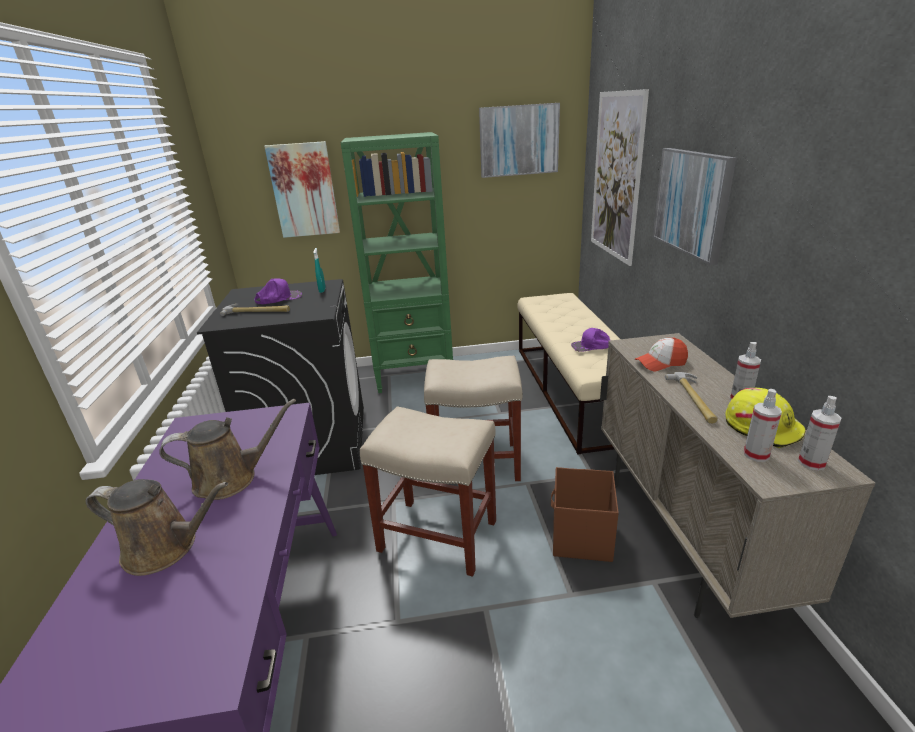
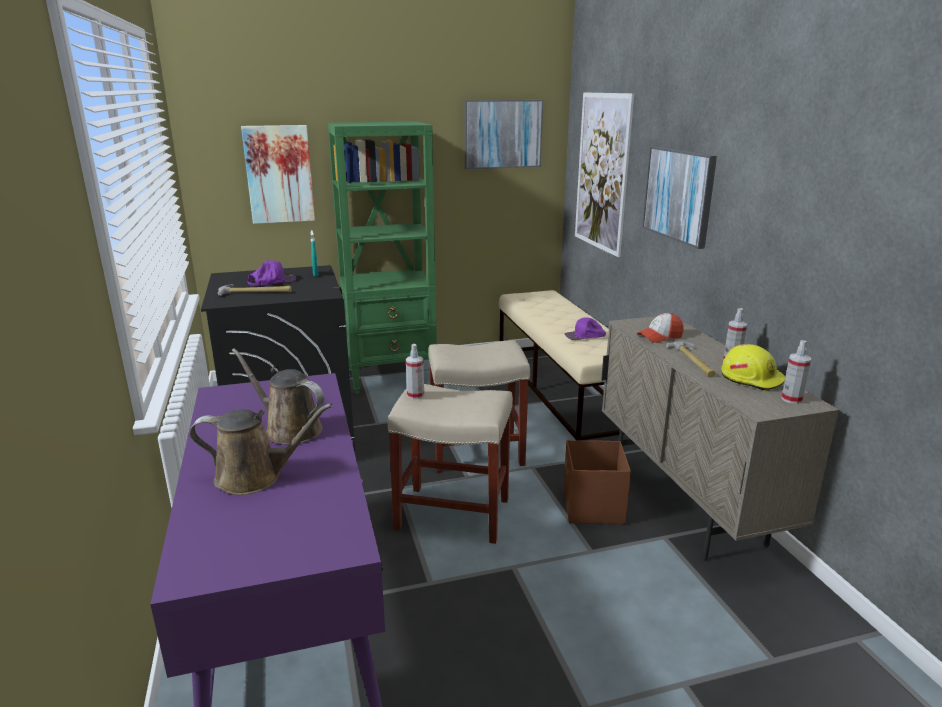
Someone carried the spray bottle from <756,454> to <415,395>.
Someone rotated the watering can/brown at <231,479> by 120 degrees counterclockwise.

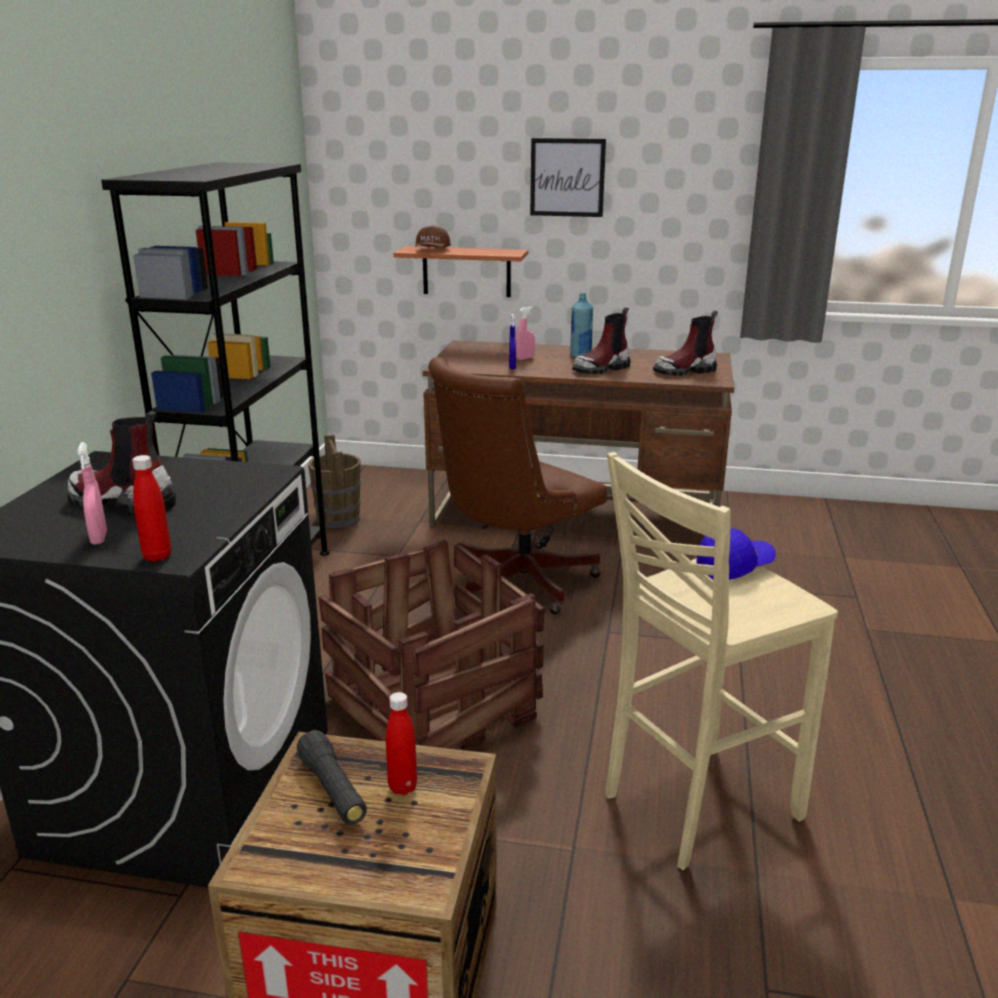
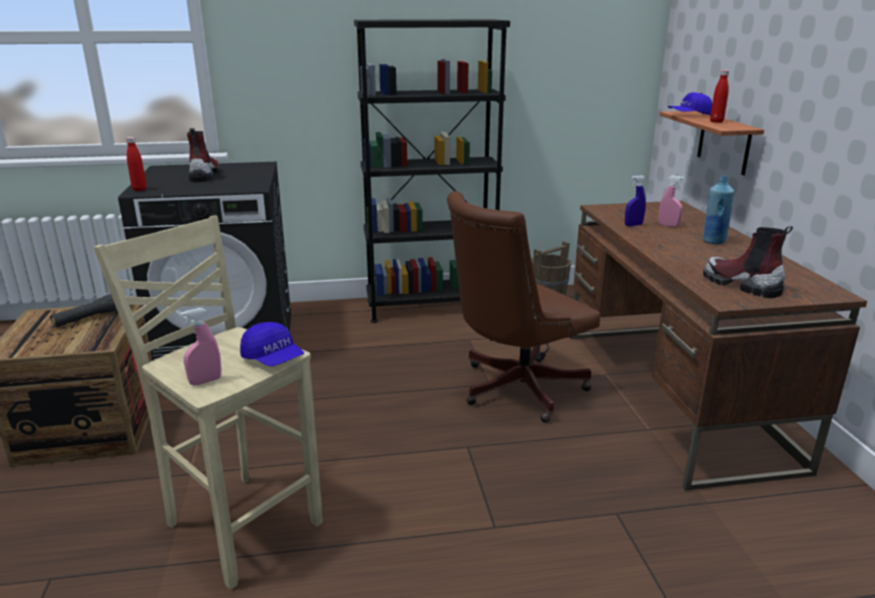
Someone took away the picture at <567,177>.
Someone repainted the cap/brown at <432,250>, which became the cap/blue at <689,115>.
Someone took away the boot at <602,368>.
Someone rotated the office chair/brown at <514,582> by 60 degrees counterclockwise.
Someone carried the spray bottle/pink from <99,538> to <205,381>.
Someone took away the crate at <435,705>.
Someone carried the bottle/red from <402,787> to <716,122>.

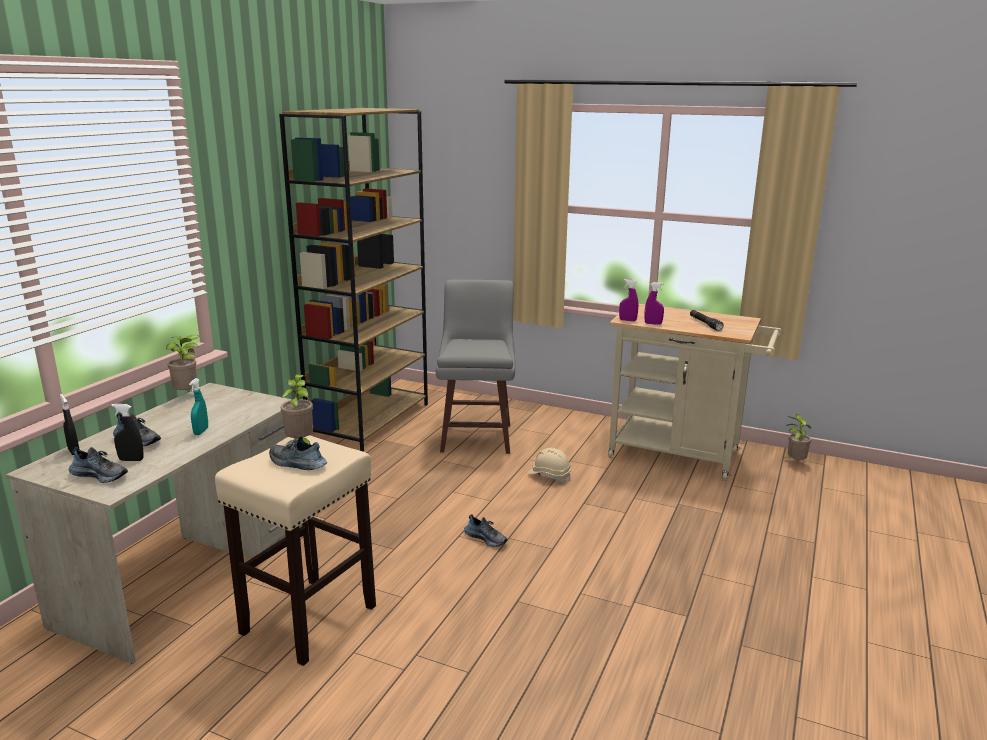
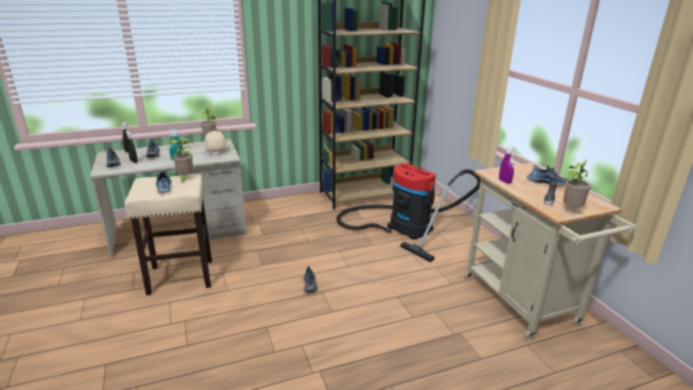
Someone took away the spray bottle/purple at <627,320>.
Someone swapped the stool/grey at <477,437> for the vacuum cleaner at <405,227>.
Someone carried the potted plant from <794,462> to <570,210>.
Someone carried the hard hat/beige from <549,475> to <216,150>.
Someone put down the shoe at <547,182>.

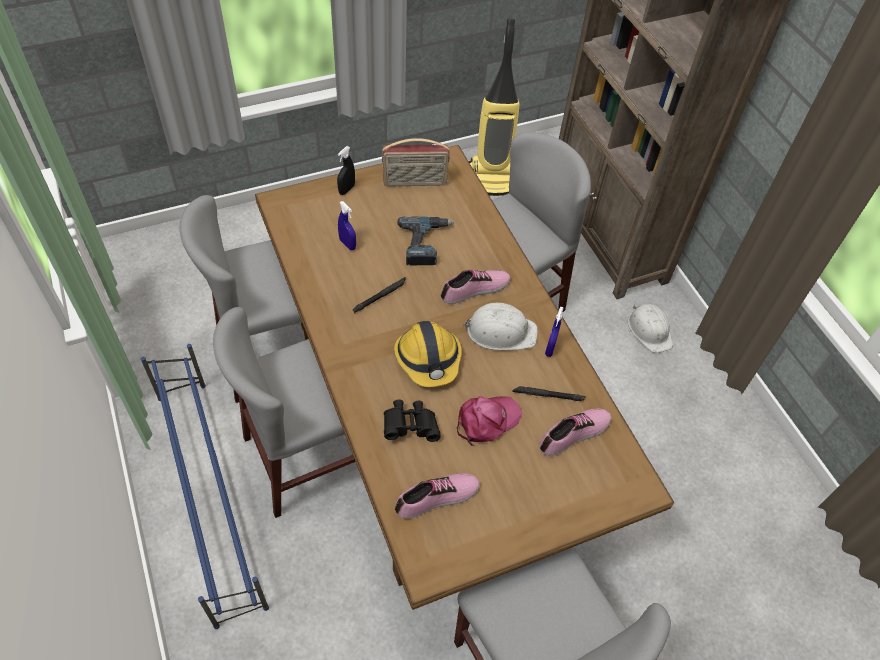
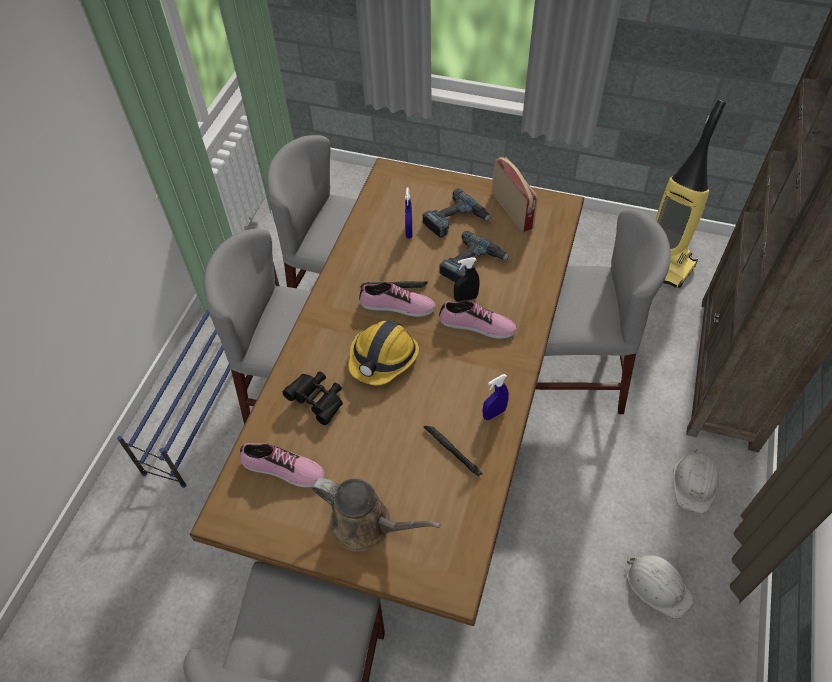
Someone rotated the radio at <415,182> by 150 degrees counterclockwise.
Someone carried the spray bottle/black from <346,189> to <466,298>.
Someone carried the hard hat/white from <500,331> to <657,585>.
Someone took away the cap/pink at <487,420>.
Someone carried the shoe from <574,434> to <397,306>.
Someone put down the power drill at <456,220>.
Someone put down the watering can/brown at <367,525>.

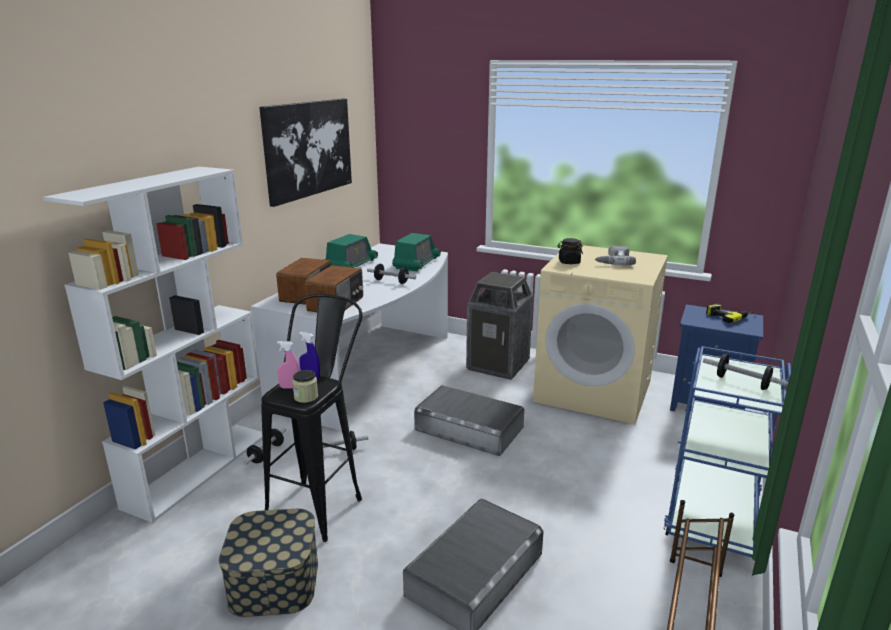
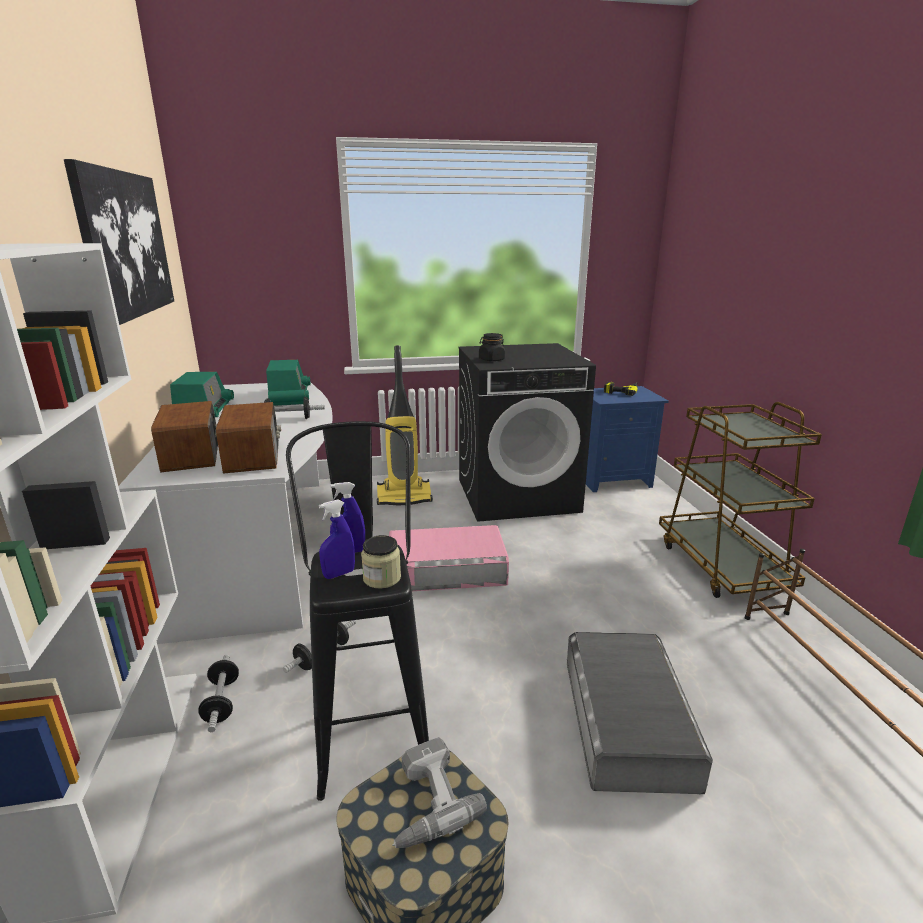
Someone repainted the washing machine/beige at <594,391>, which became the washing machine/black at <518,495>.
Someone carried the power drill from <613,260> to <425,801>.
Someone swapped the trash can at <498,365> for the vacuum cleaner at <404,497>.
Someone repainted the spray bottle/pink at <290,387>, which became the spray bottle/blue at <339,574>.
Someone repainted the cart/blue at <712,514>, which became the cart/brown at <722,565>.
Someone took away the dumbbell at <742,382>.
Someone repainted the storage box/grey at <469,428>, which became the storage box/pink at <446,569>.

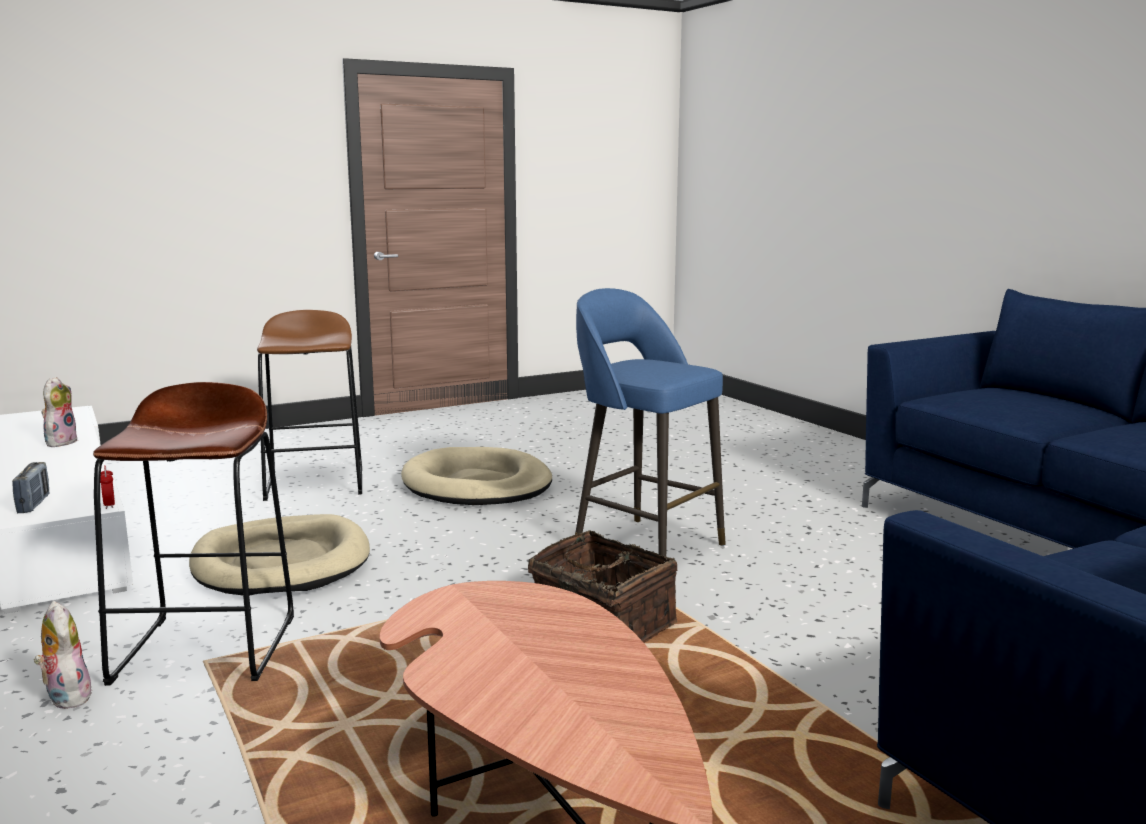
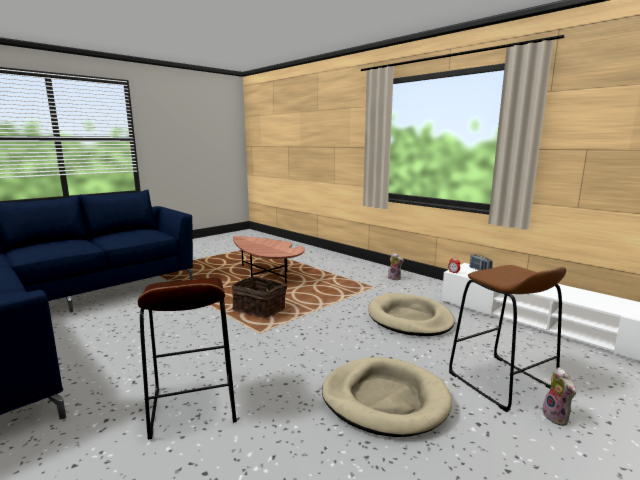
Someone took away the stool/blue at <645,546>.
Someone carried the plush toy from <60,442> to <557,417>.
Someone carried the stool/brown from <207,648> to <193,405>.

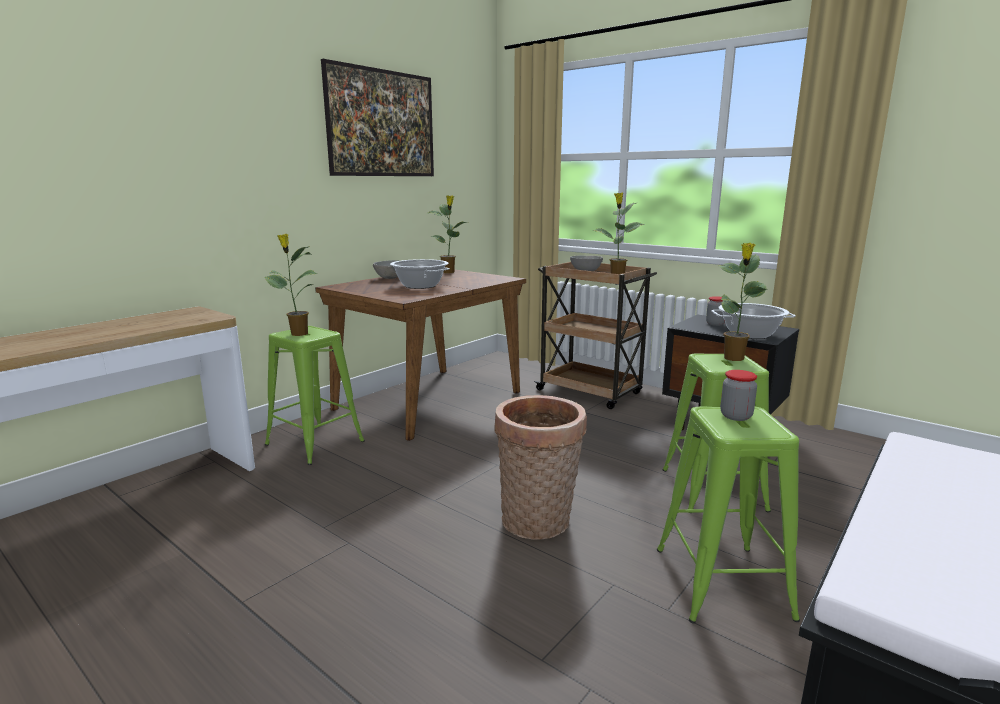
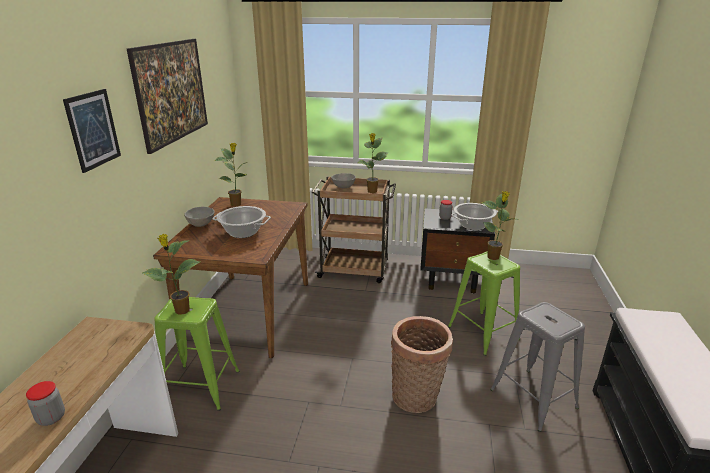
Someone carried the jar from <736,416> to <51,418>.
Someone repainted the stool/green at <721,581>, which became the stool/grey at <532,398>.
Someone put up the picture at <93,129>.

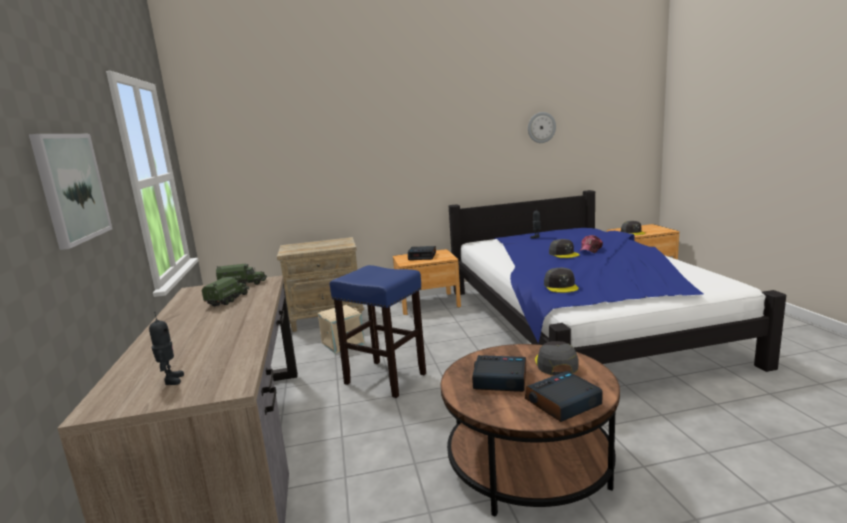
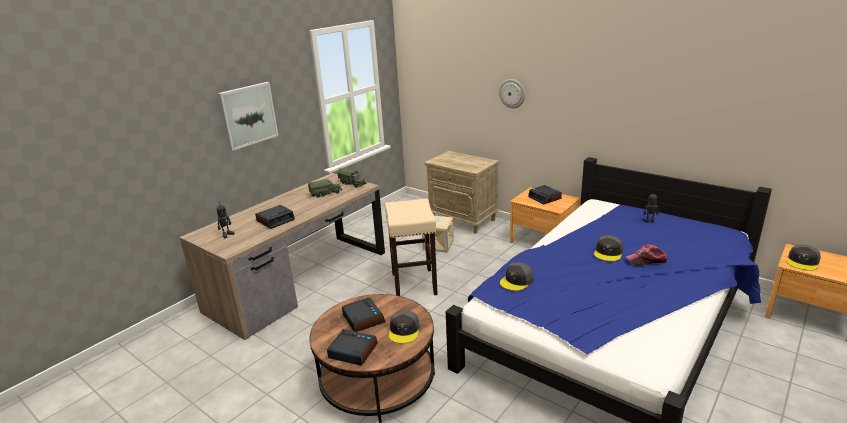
Someone carried the wall clock from <541,127> to <512,93>.
Someone repainted the stool/blue at <386,378>, which became the stool/beige at <414,284>.
Someone rotated the cap/grey at <555,364> by 135 degrees clockwise.
Someone put down the alarm clock at <276,220>.

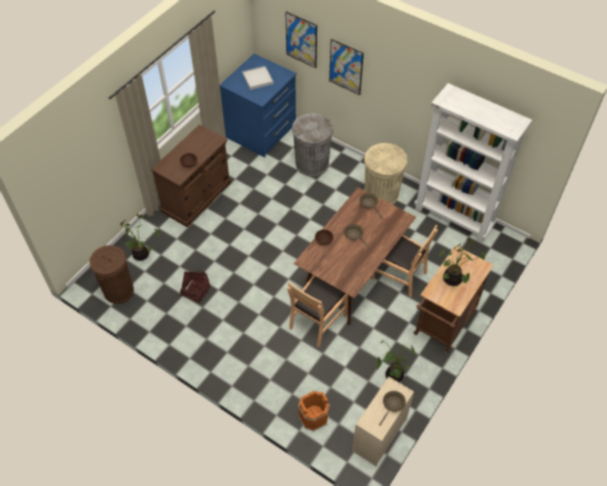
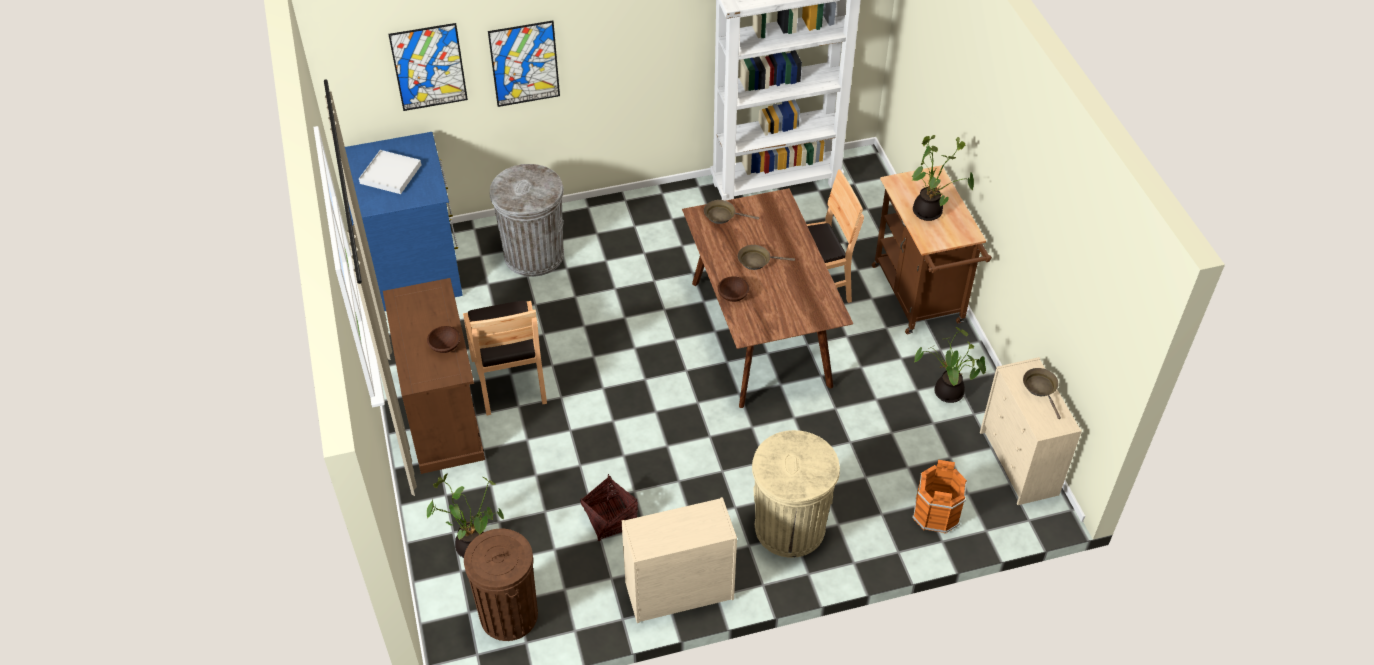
Someone carried the trash can/beige from <381,194> to <789,527>.
Someone carried the chair/brown from <317,320> to <510,379>.
Someone put down the dresser/beige at <678,591>.

